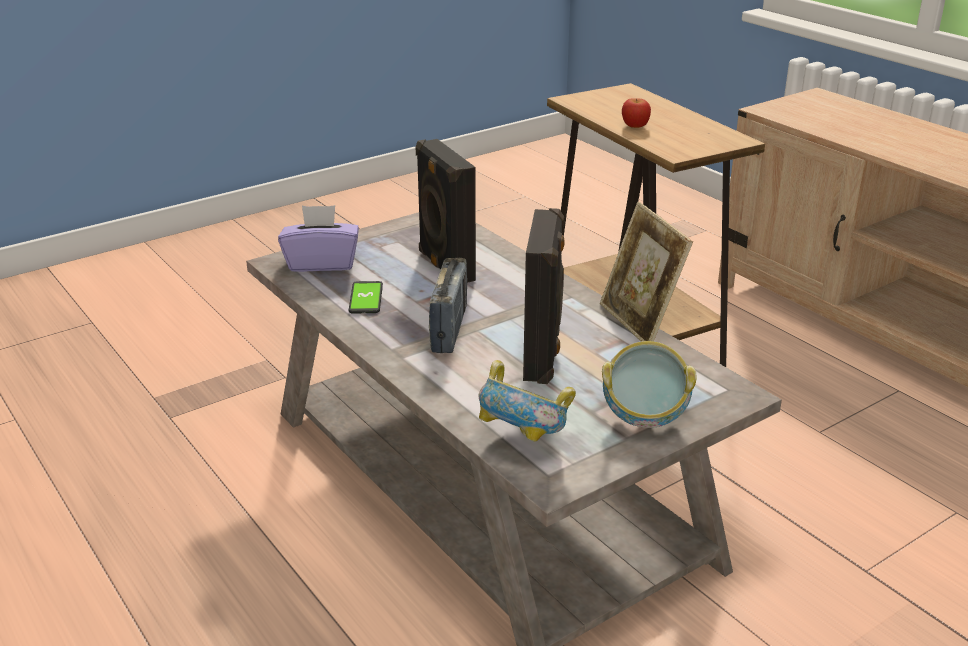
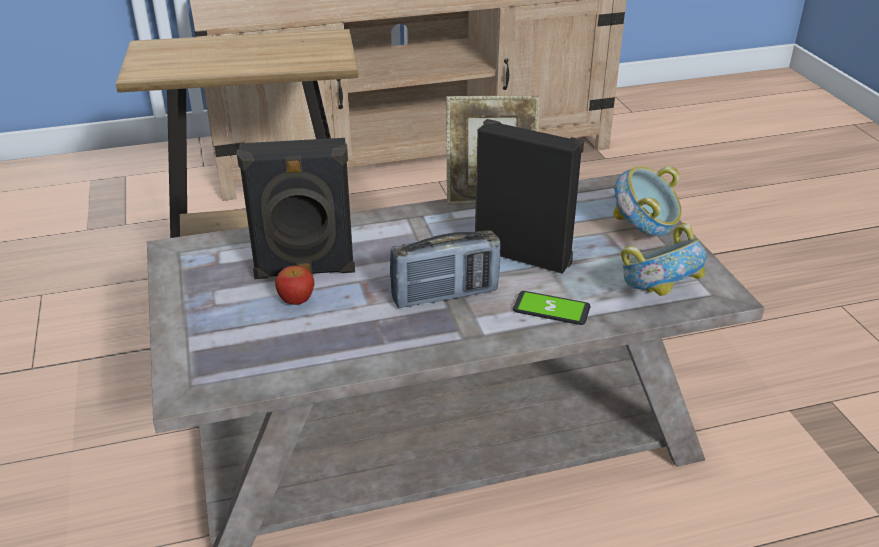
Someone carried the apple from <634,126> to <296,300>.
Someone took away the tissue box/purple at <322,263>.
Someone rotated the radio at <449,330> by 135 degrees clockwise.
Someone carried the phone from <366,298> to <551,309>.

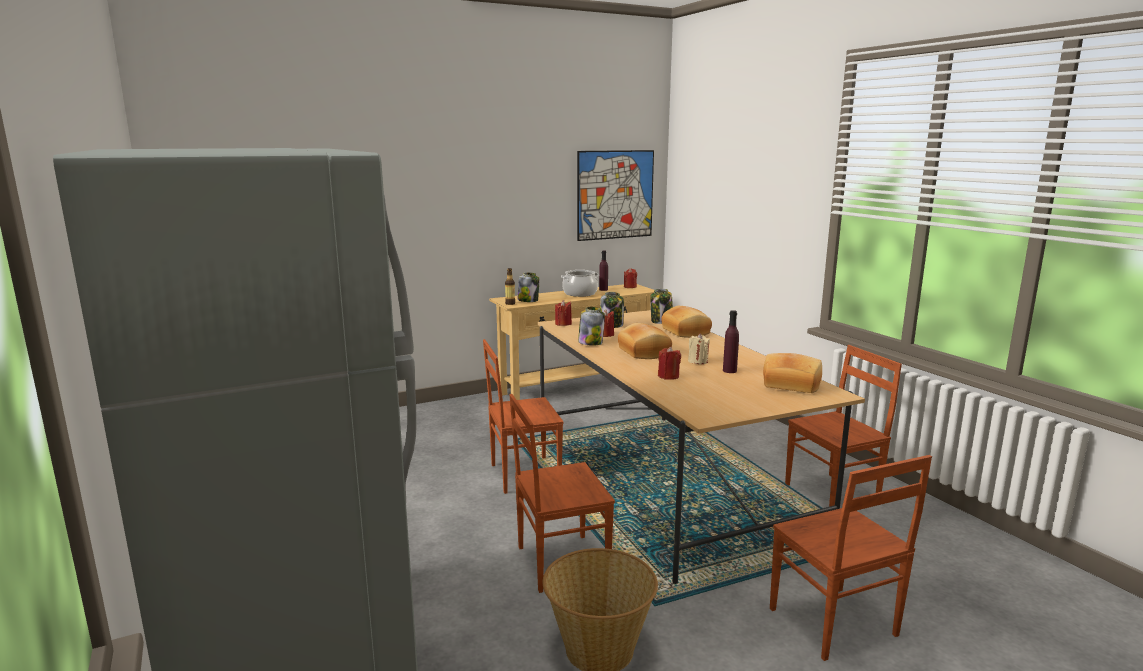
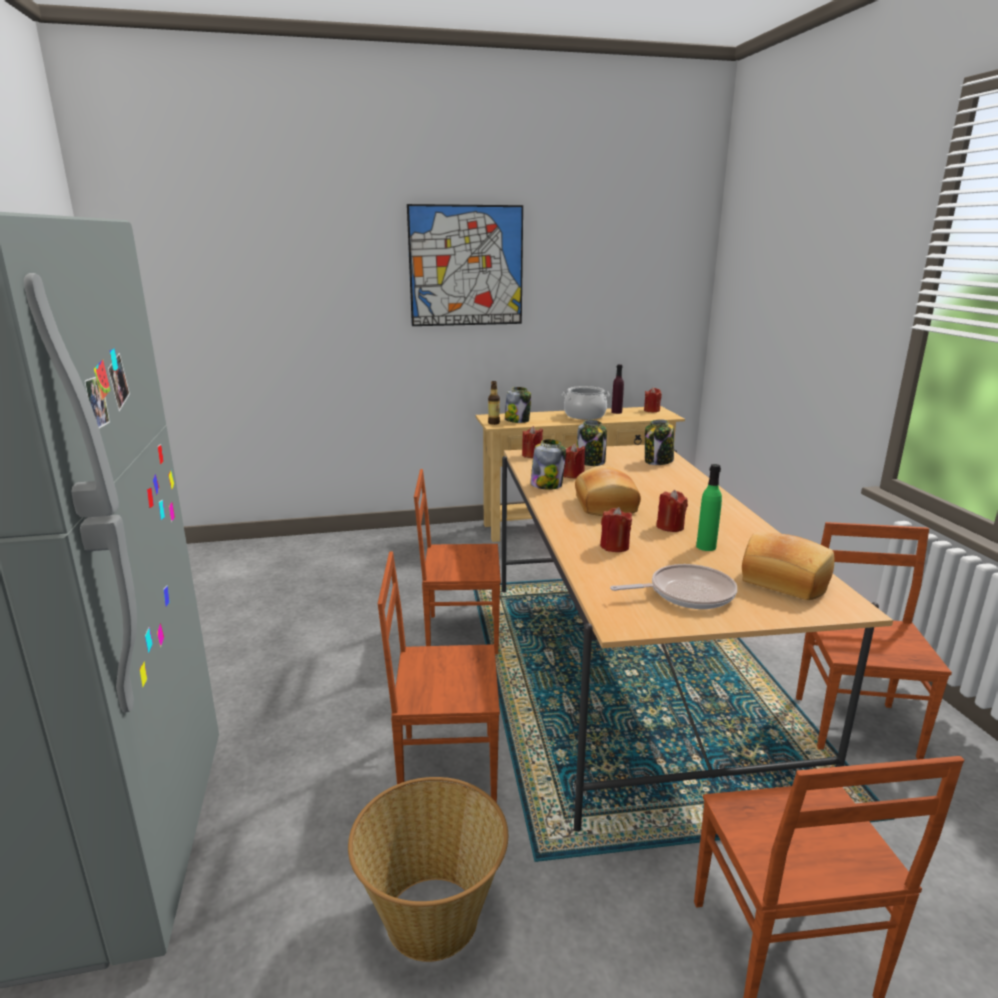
Someone carried the picture from <615,195> to <466,266>.
Someone took away the bread at <687,332>.
Someone repainted the bottle/purple at <729,371>, which became the bottle/green at <706,547>.
Someone repainted the candle/beige at <698,361>, which became the candle/red at <670,527>.
Someone rotated the chair/brown at <833,494> by 75 degrees counterclockwise.
Someone put down the frying pan at <686,593>.

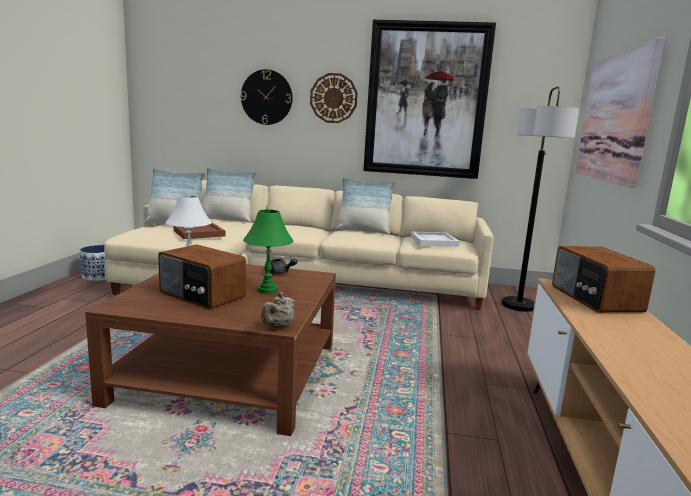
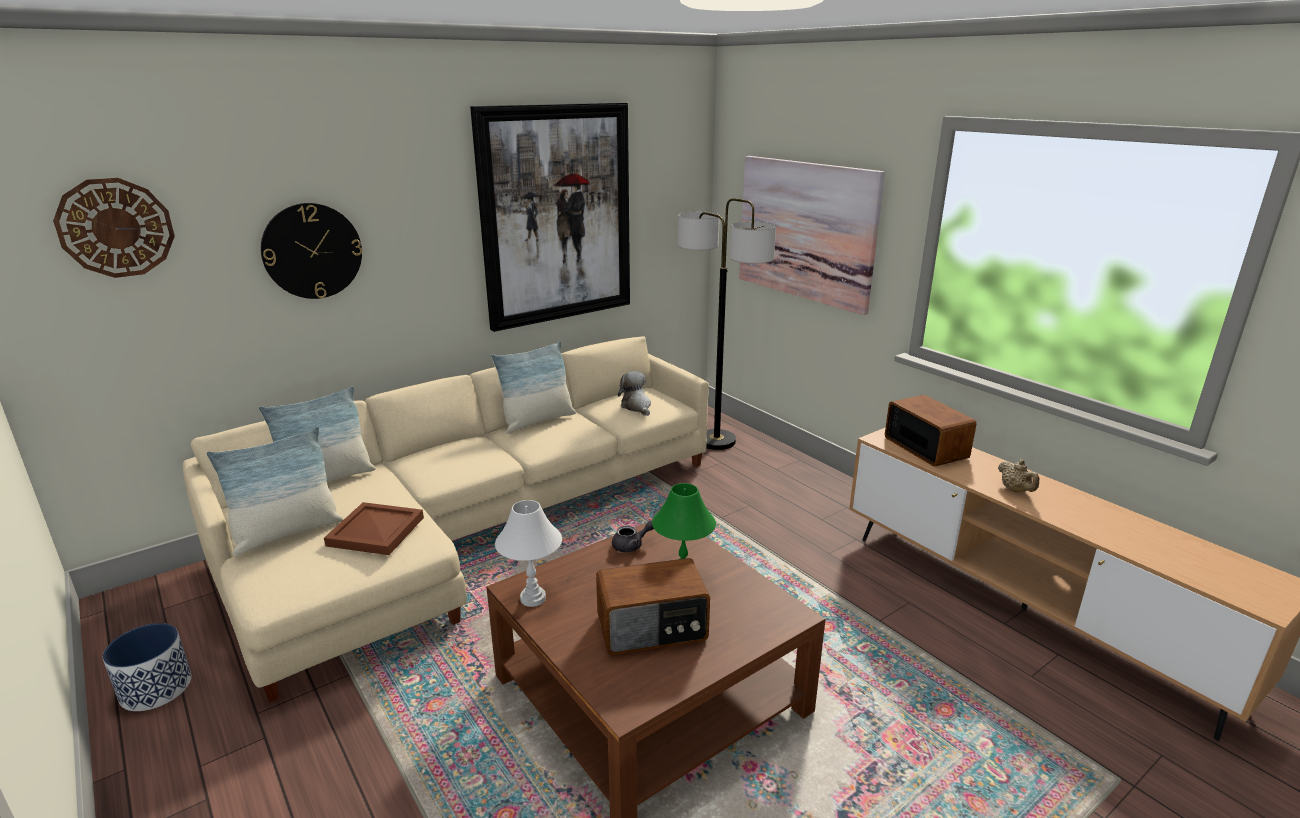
Someone carried the wall clock from <333,98> to <116,228>.
Someone swapped the tray/white at <433,241> for the plush toy at <637,406>.
Someone rotated the radio at <594,299> by 150 degrees counterclockwise.
Someone carried the teapot/beige from <278,327> to <1015,490>.

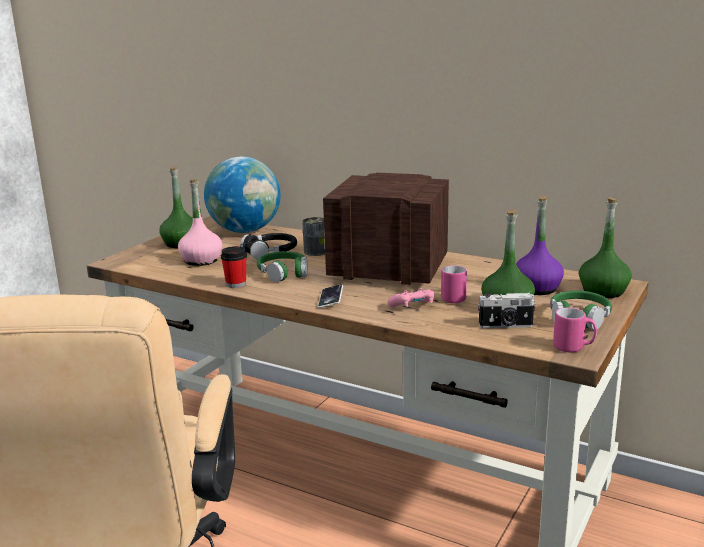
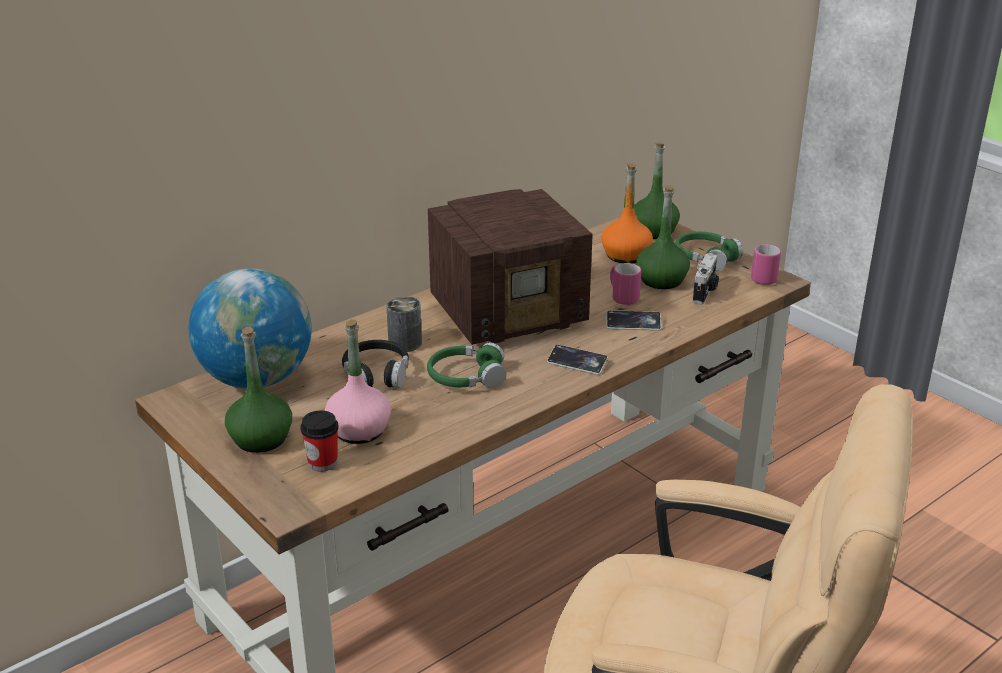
Someone rotated the radio at <387,270> by 150 degrees counterclockwise.
Someone repainted the bottle/purple at <537,288>, which became the bottle/orange at <626,255>.
Someone carried the cup from <236,284> to <322,462>.
Someone swapped the game controller/pink at <413,308> for the phone at <633,324>.

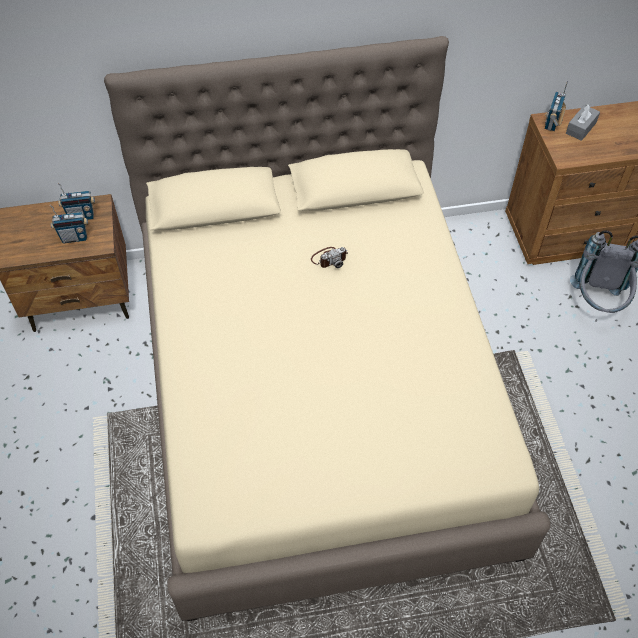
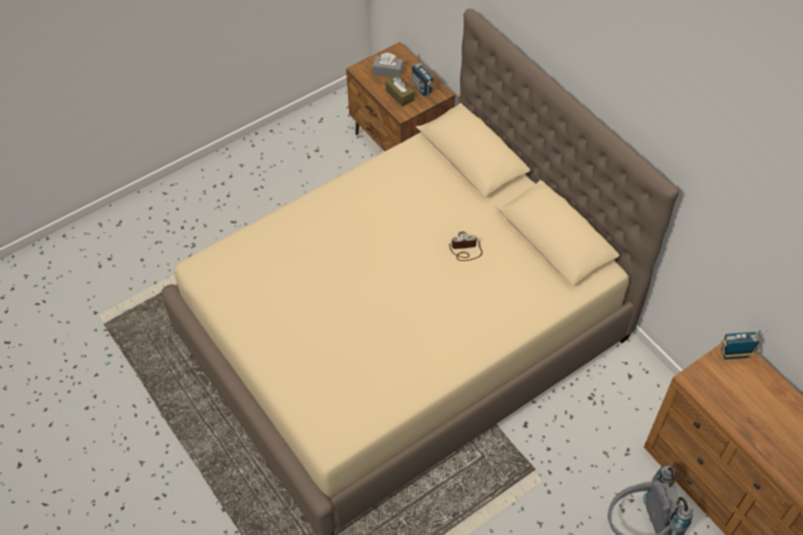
Someone carried the tissue box/grey from <581,128> to <387,71>.
Someone swapped the radio at <74,237> for the tissue box/brown at <400,95>.
Someone rotated the photo camera at <329,258> by 135 degrees clockwise.

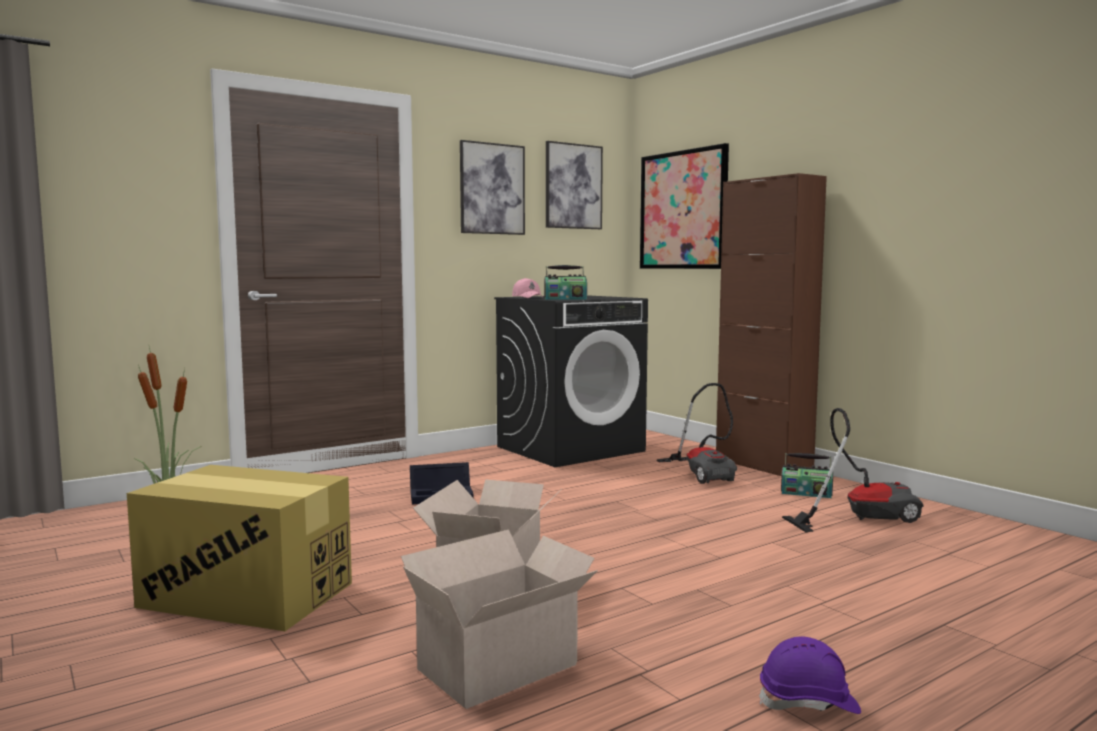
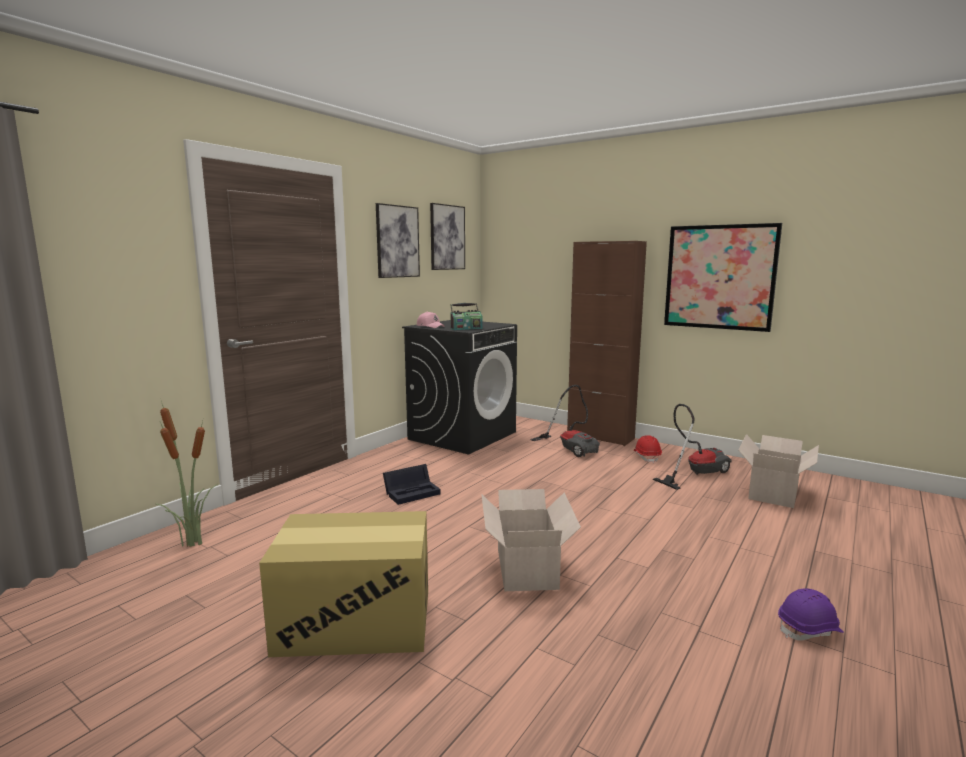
Someone carried the picture from <683,210> to <719,277>.
Someone swapped the radio at <806,493> for the hard hat/red at <647,457>.
Someone carried the cardboard box from <502,666> to <774,492>.

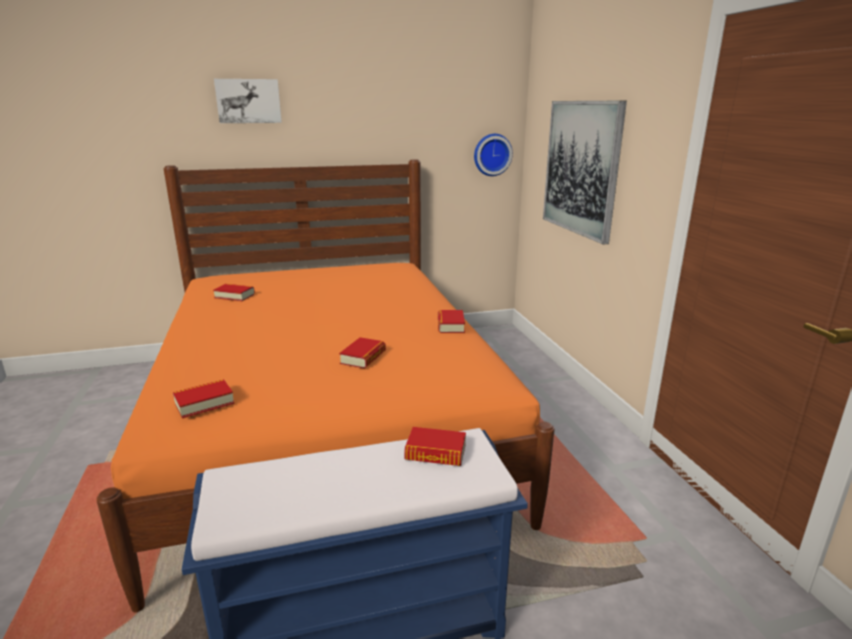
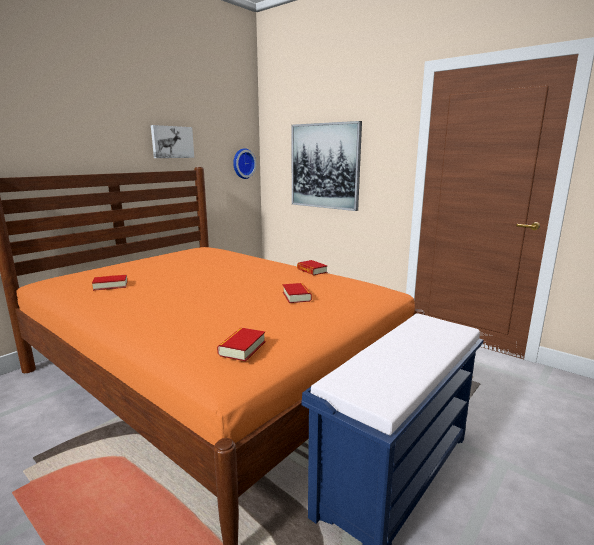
Someone carried the picture from <248,101> to <172,142>.
Someone took away the book at <435,452>.

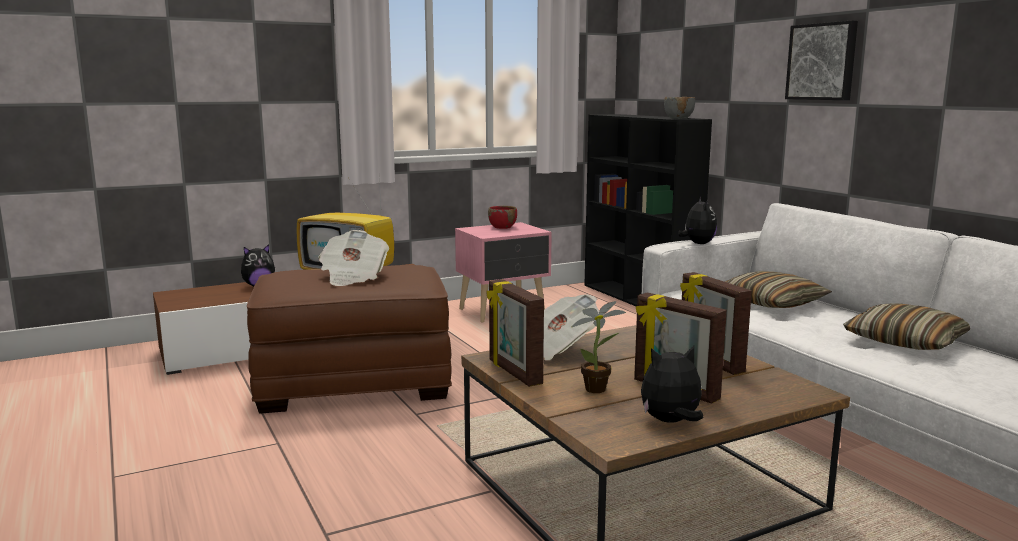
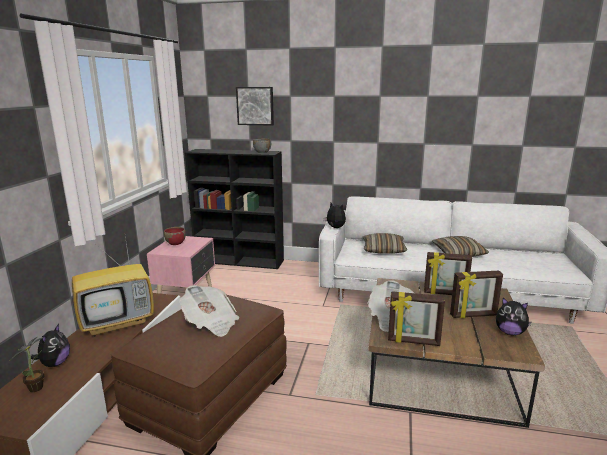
Someone carried the picture from <822,62> to <255,106>.
Someone carried the potted plant from <599,389> to <38,387>.
Someone rotated the plush toy at <671,422> by 90 degrees counterclockwise.

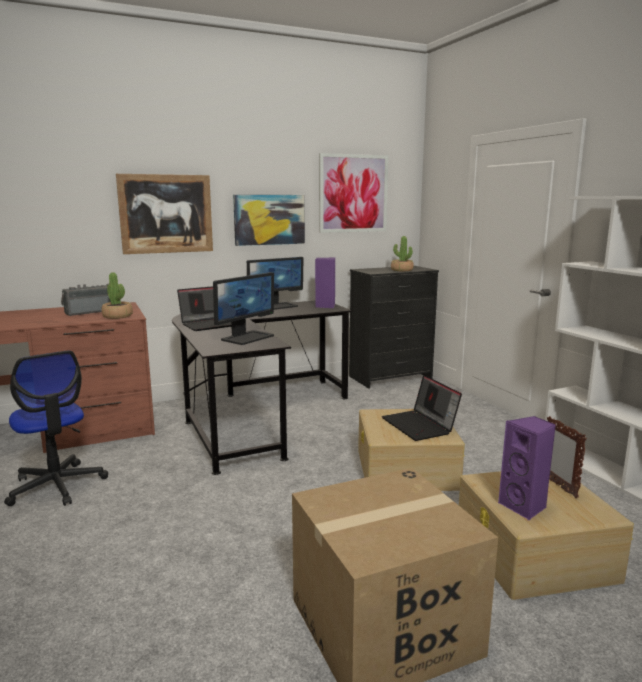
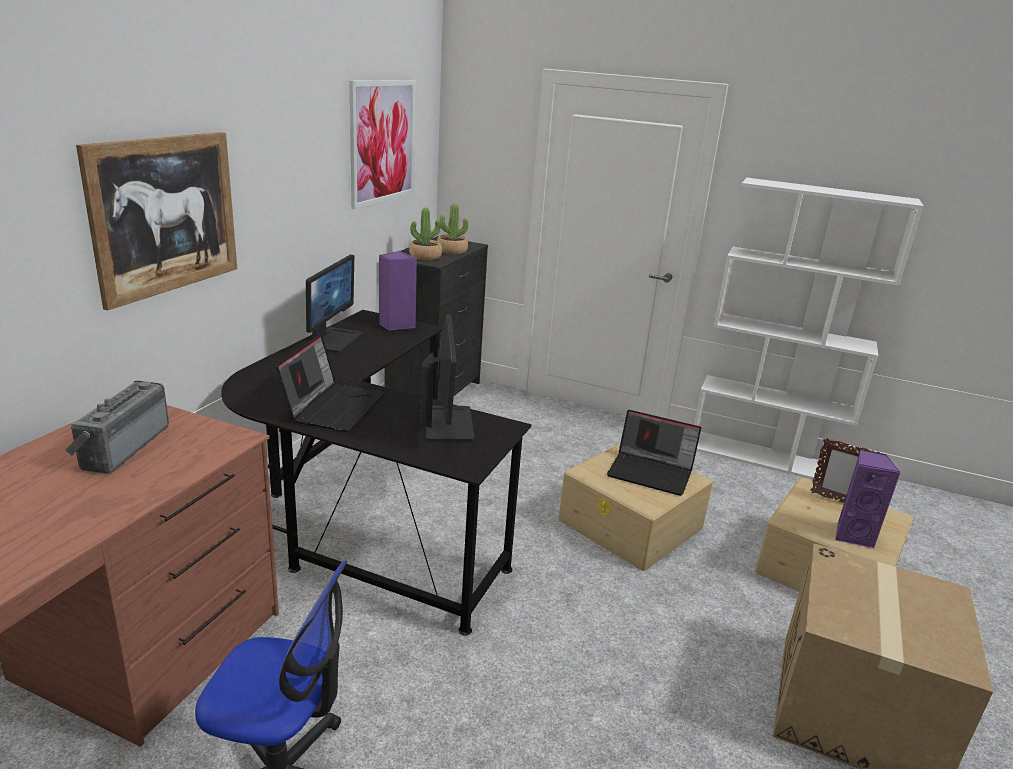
Someone took away the picture at <269,219>.
Someone carried the potted plant from <117,316> to <425,256>.

